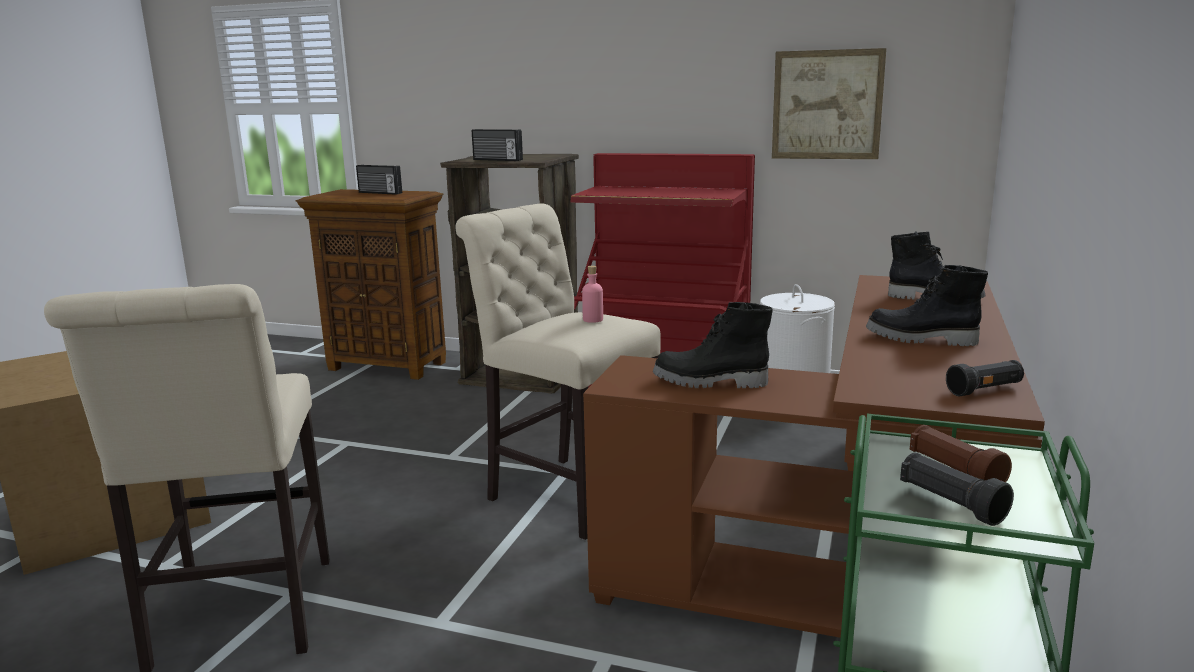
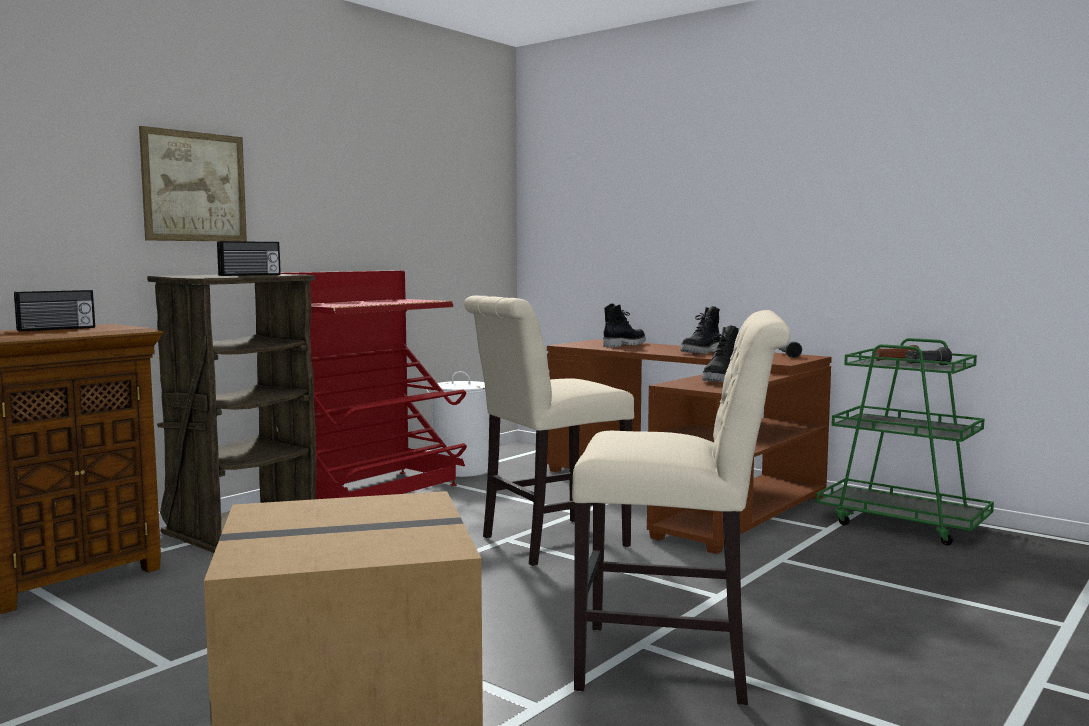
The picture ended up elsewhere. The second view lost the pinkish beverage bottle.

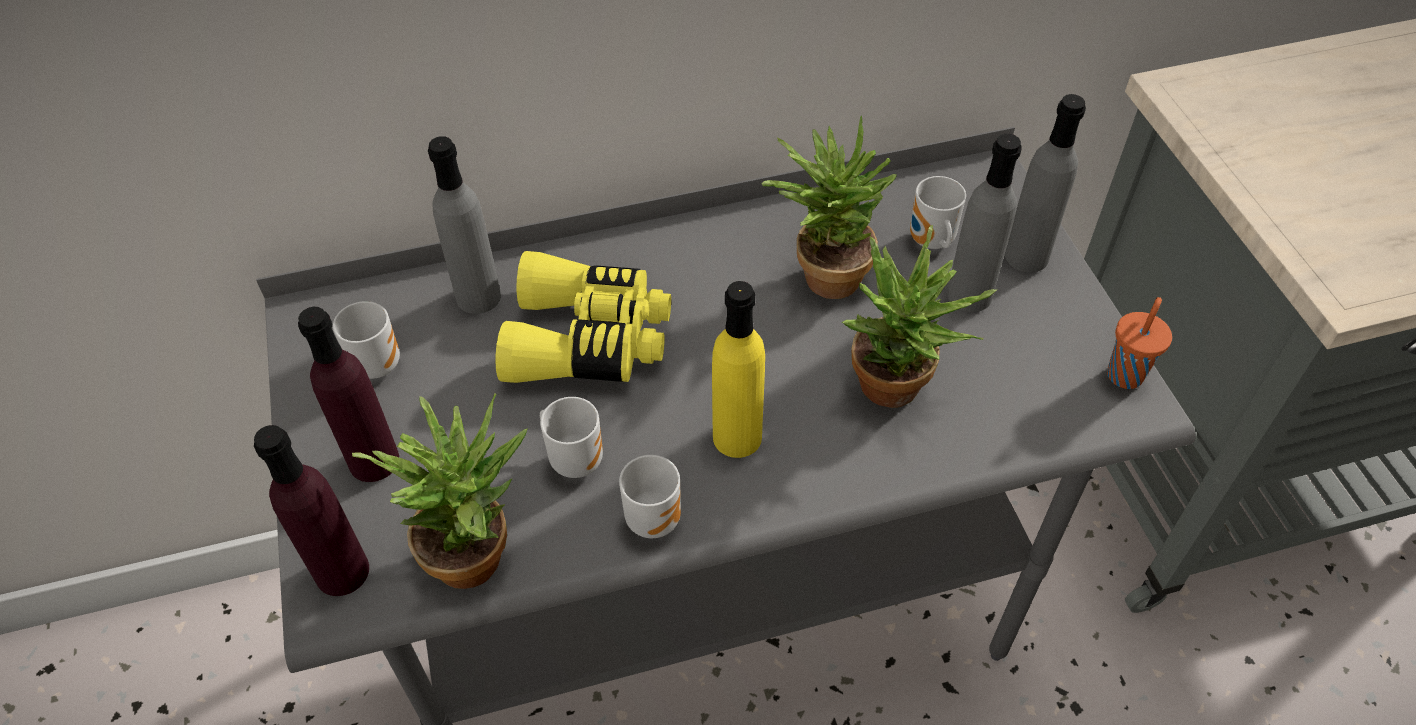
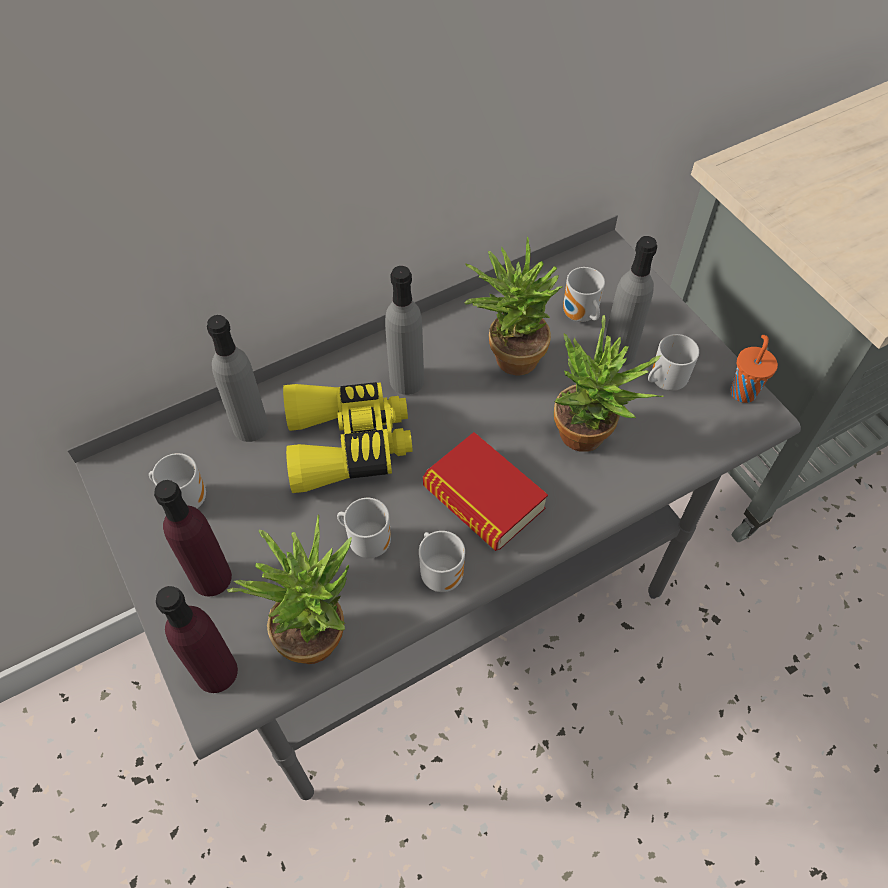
The gray beverage bottle (3rd from left in the first image) ended up elsewhere. Where the yellowish beverage bottle stood, the bound book came to stand. The second view gained the tea mug (5th from left).

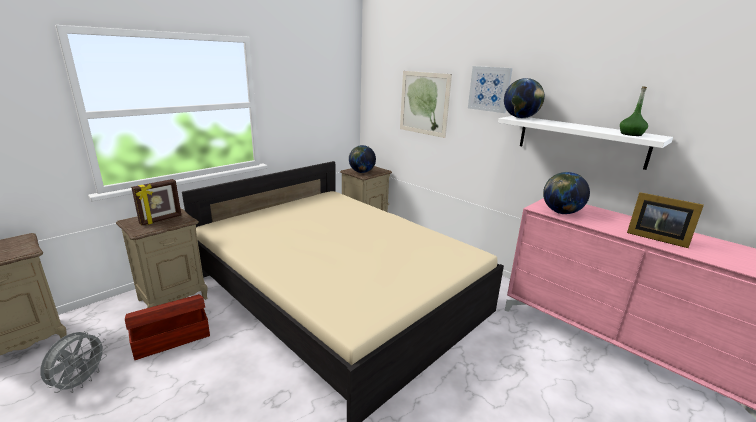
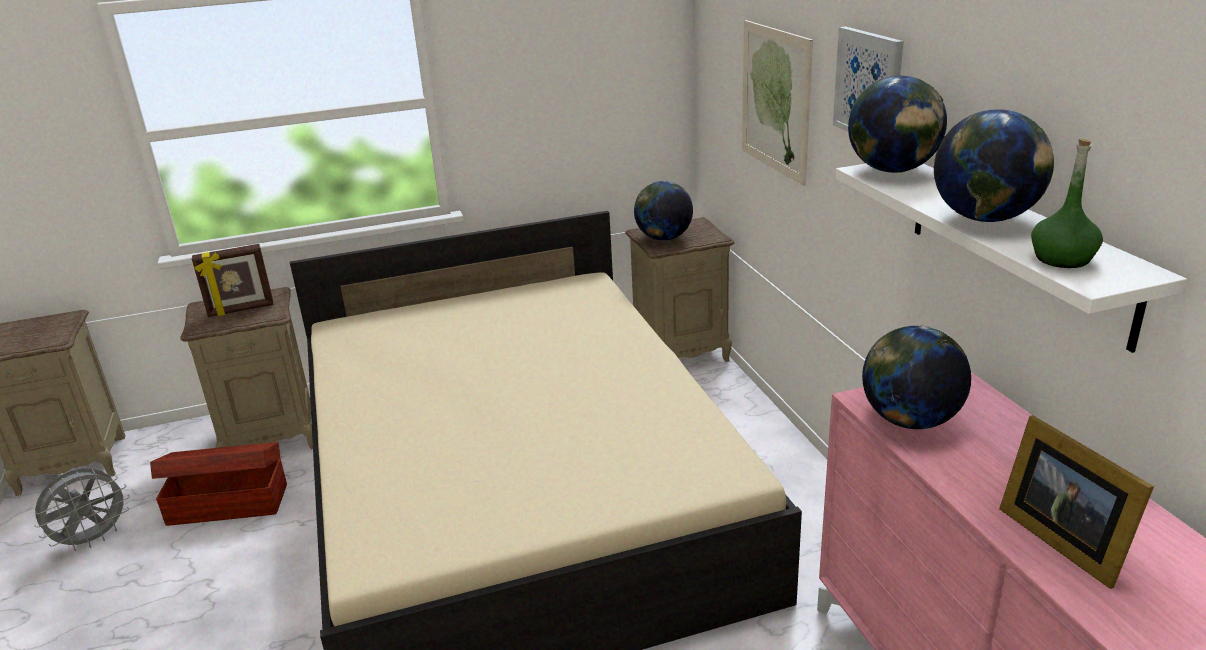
The second view gained the globe (4th from left).

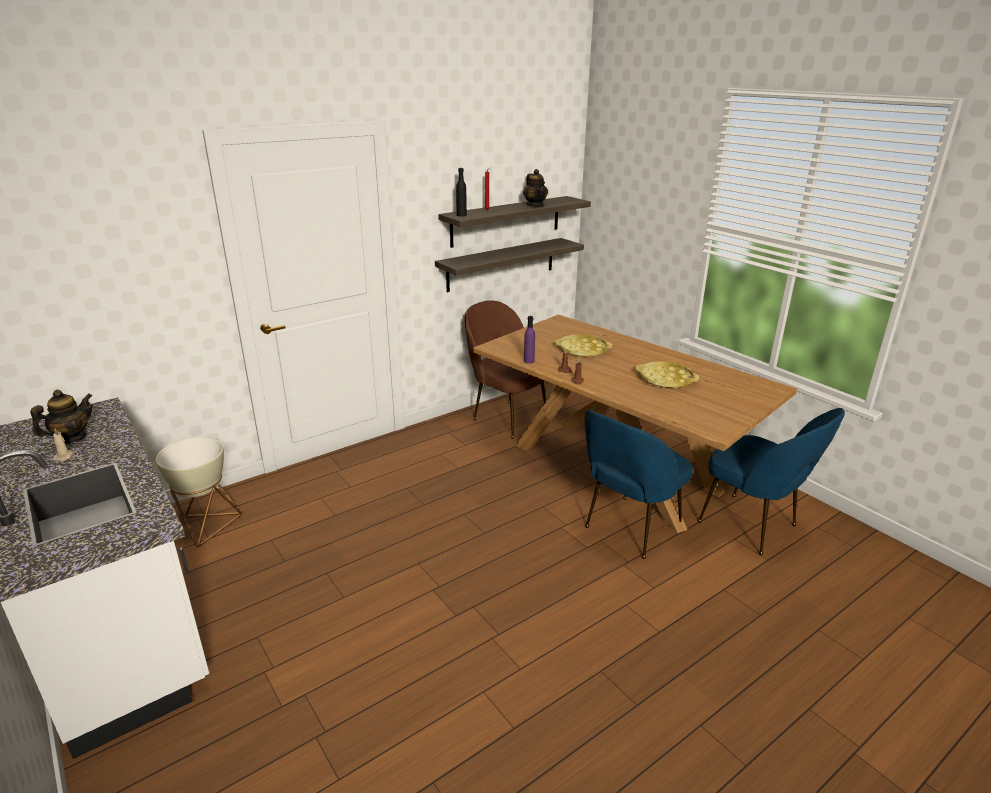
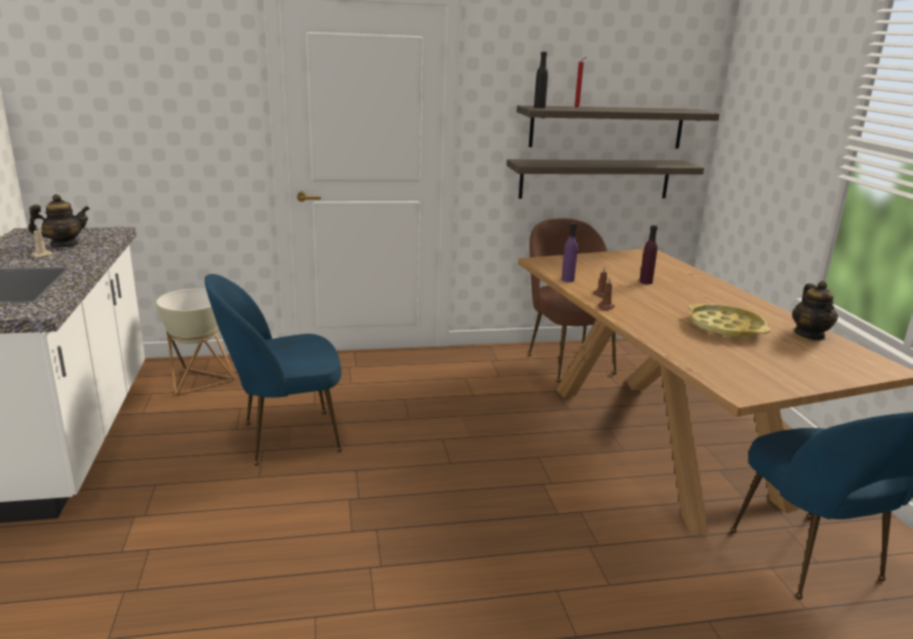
The bluish chair (1st from left) ended up elsewhere. Where the yellowish tray (1st from left) stood, the purple-coloured beverage bottle (2nd from left) came to stand. The pot for tea (2nd from left) ended up elsewhere.

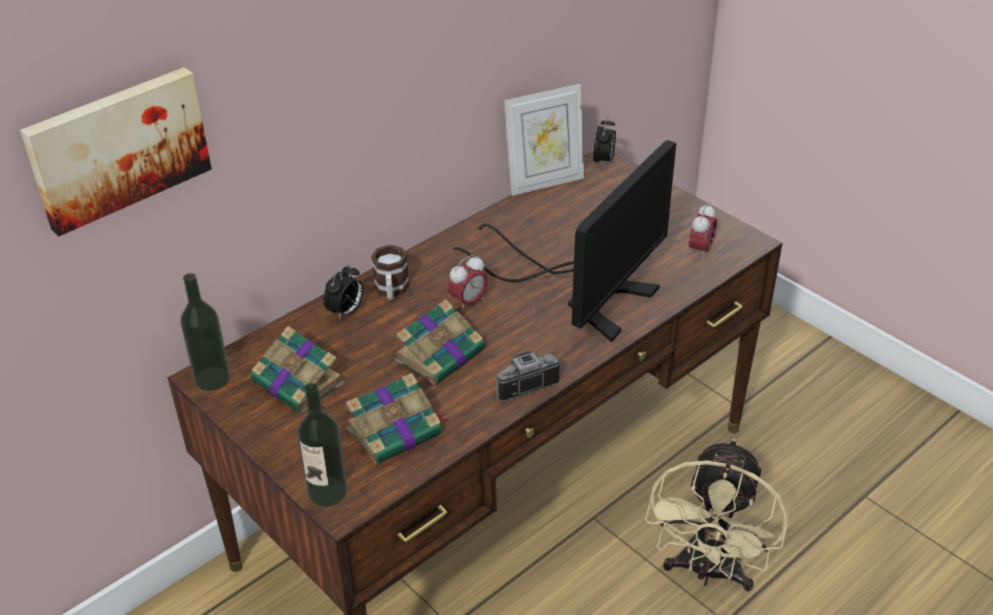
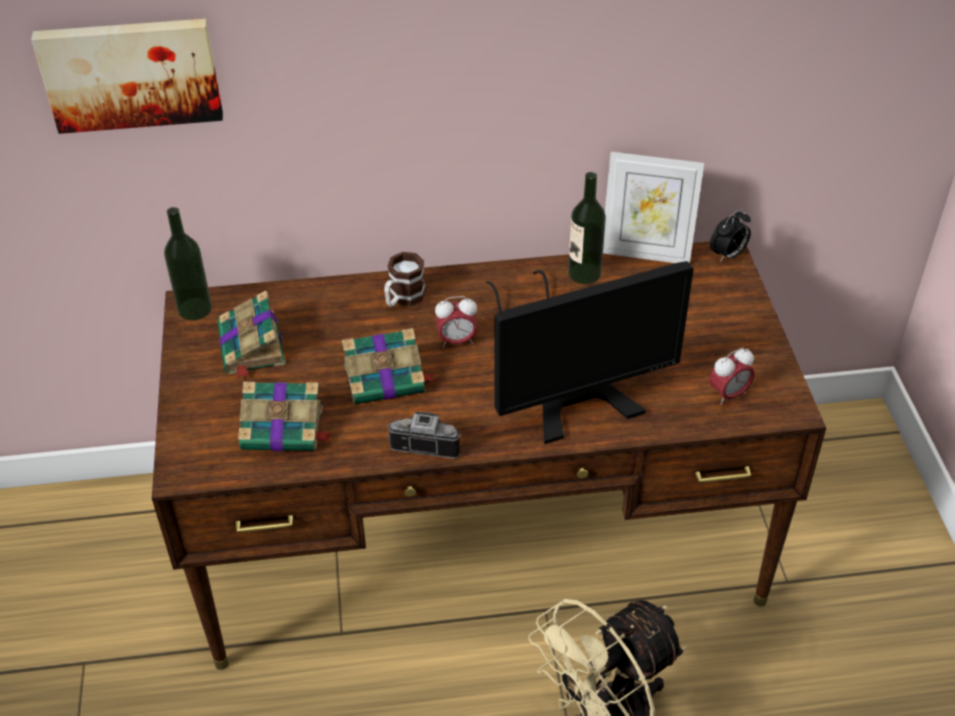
The beverage bottle (2nd from left) ended up elsewhere. The second view lost the table clock (1st from left).

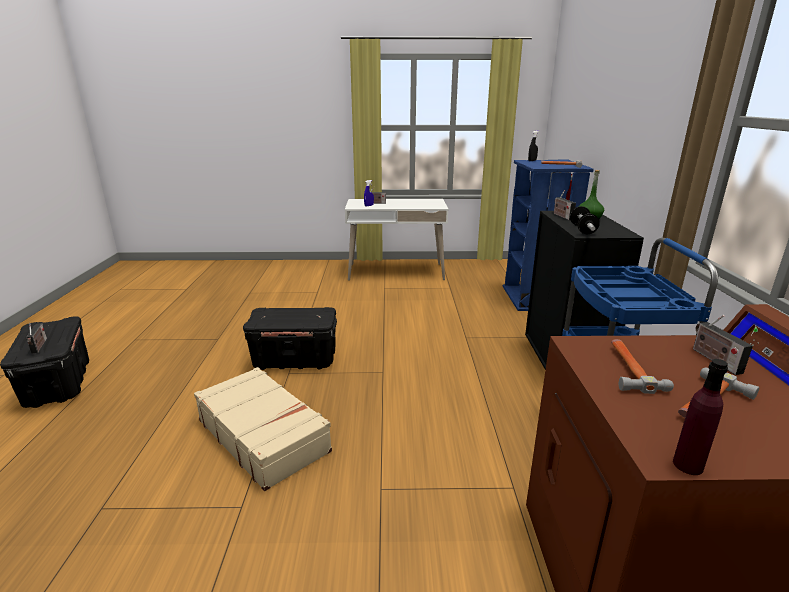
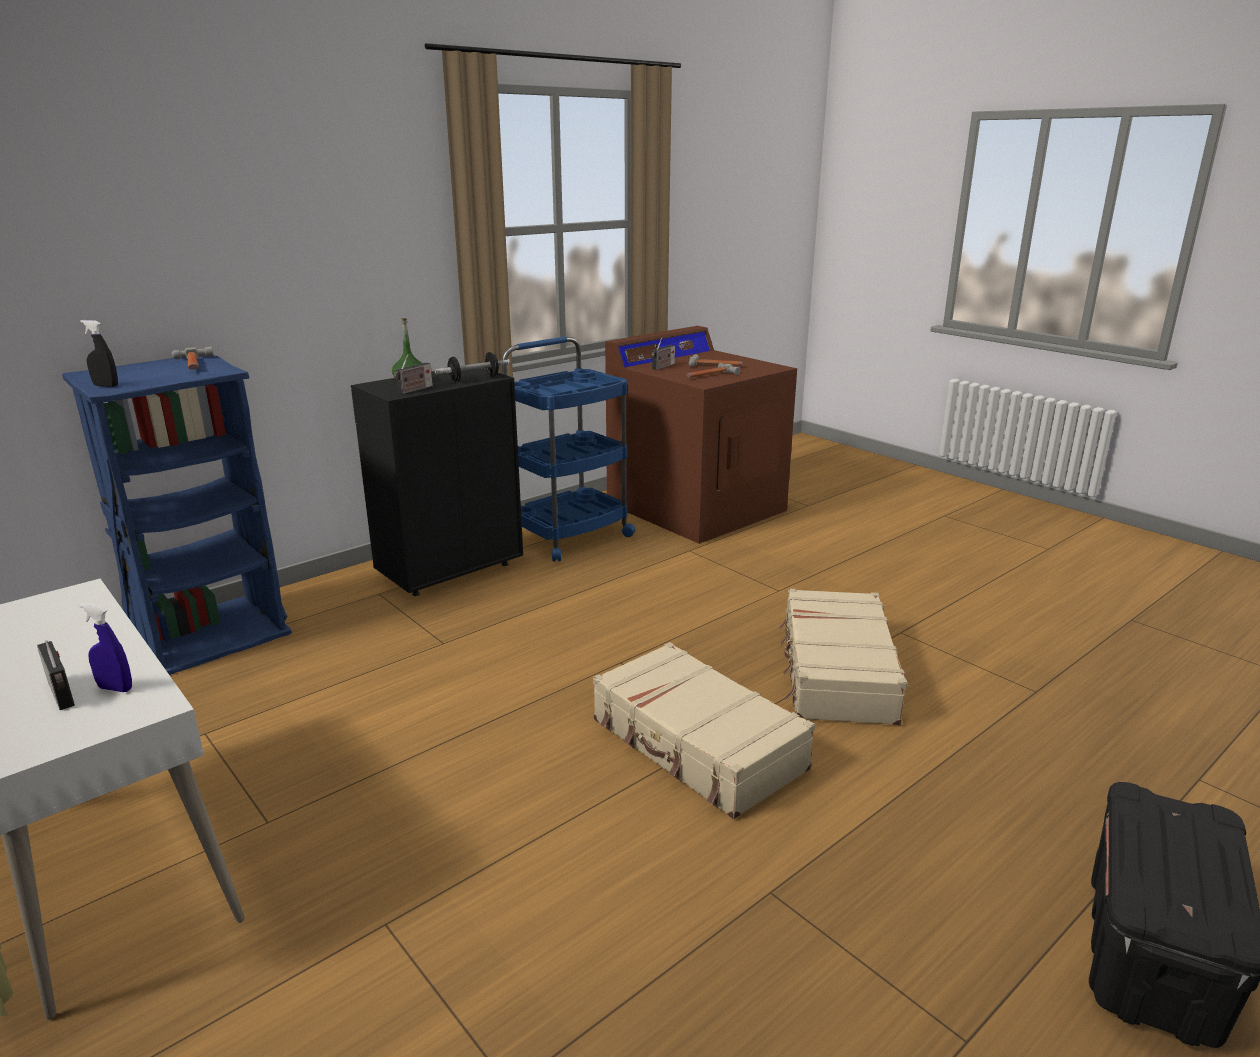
Where the black-coloured storage box (2nd from left) stood, the sand-coloured travel case (1st from left) came to stand. The second view lost the radio (1st from left). The second view lost the purple-coloured beverage bottle.

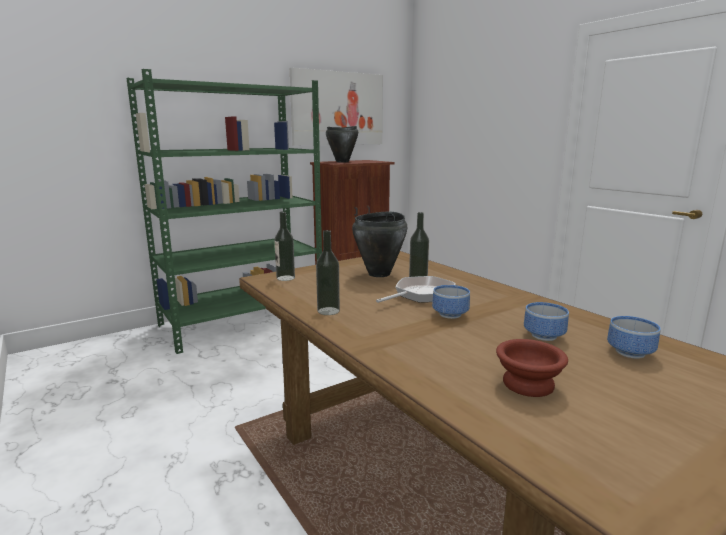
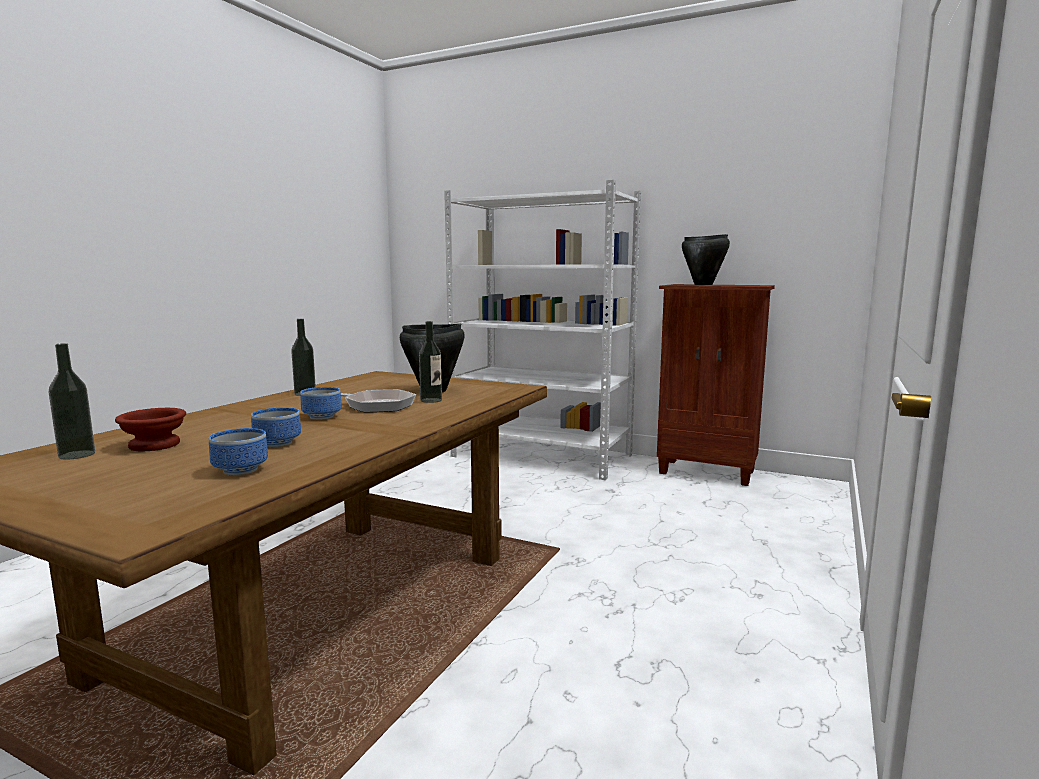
The beverage bottle (1st from left) ended up elsewhere. What was the green bookcase turned into the whitish bookcase. The second view lost the picture.

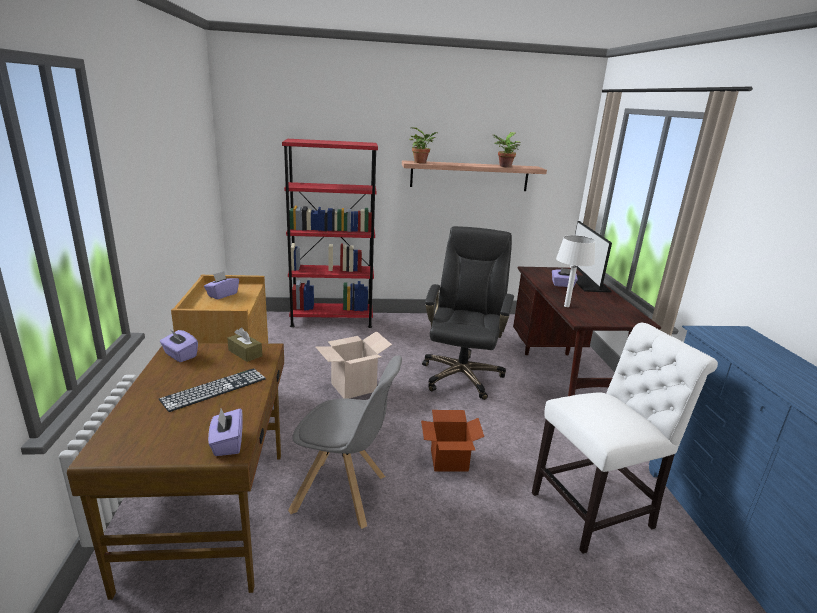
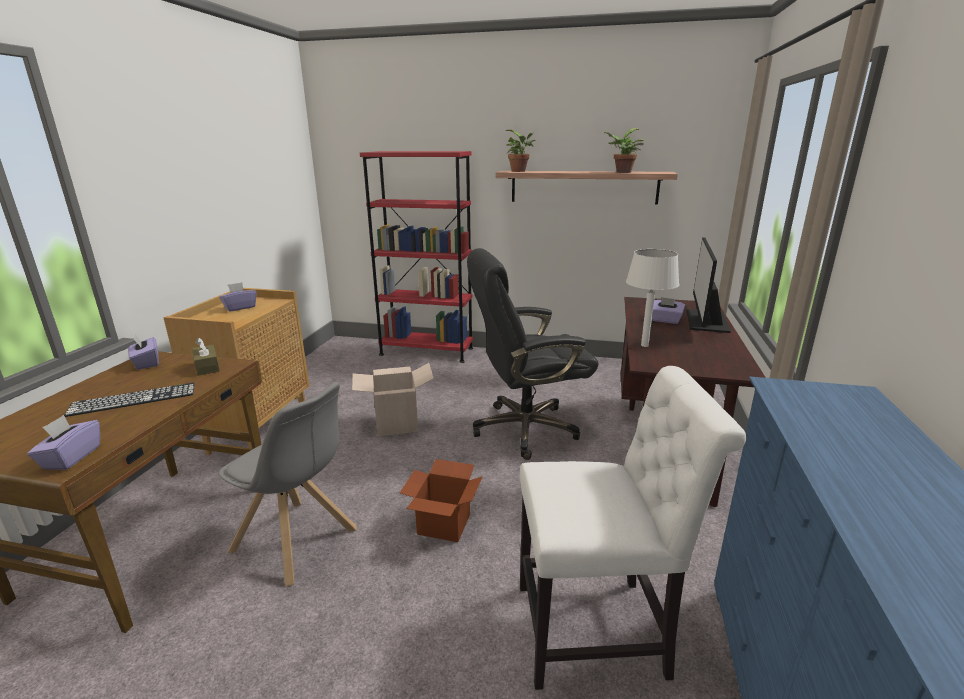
The black-coloured office chair ended up facing another way, 135 degrees counterclockwise from before.

